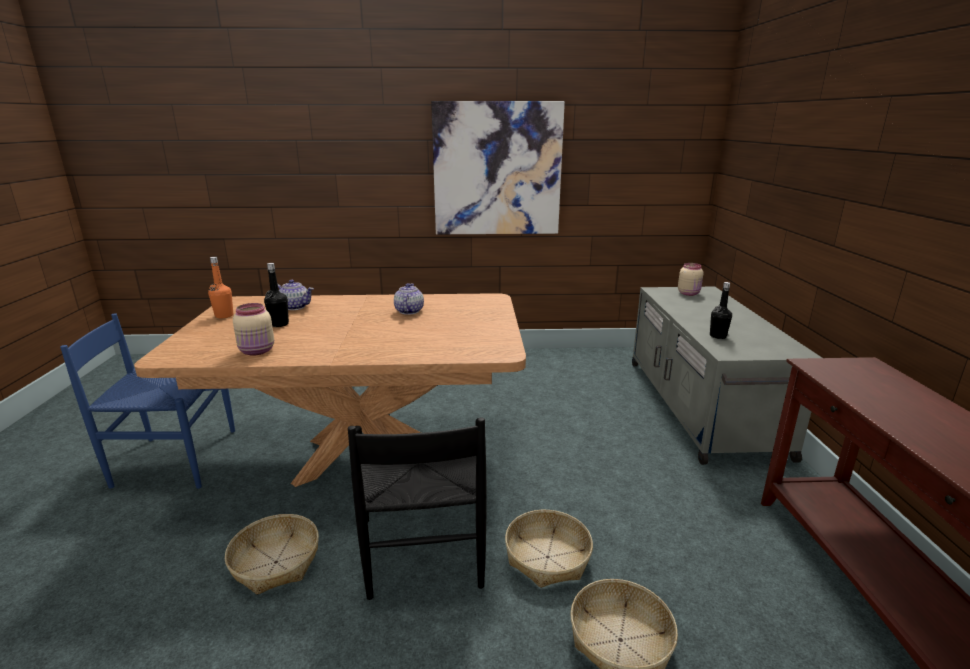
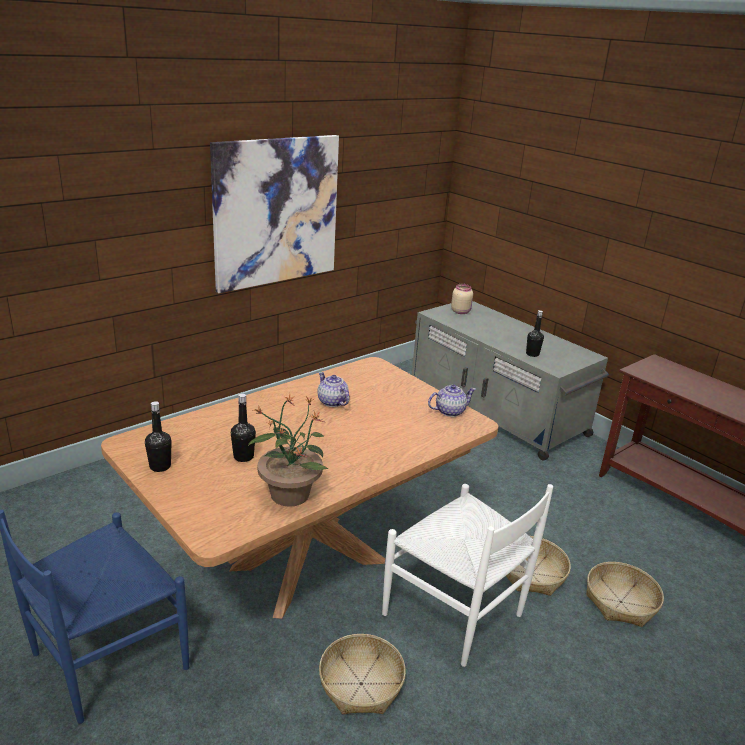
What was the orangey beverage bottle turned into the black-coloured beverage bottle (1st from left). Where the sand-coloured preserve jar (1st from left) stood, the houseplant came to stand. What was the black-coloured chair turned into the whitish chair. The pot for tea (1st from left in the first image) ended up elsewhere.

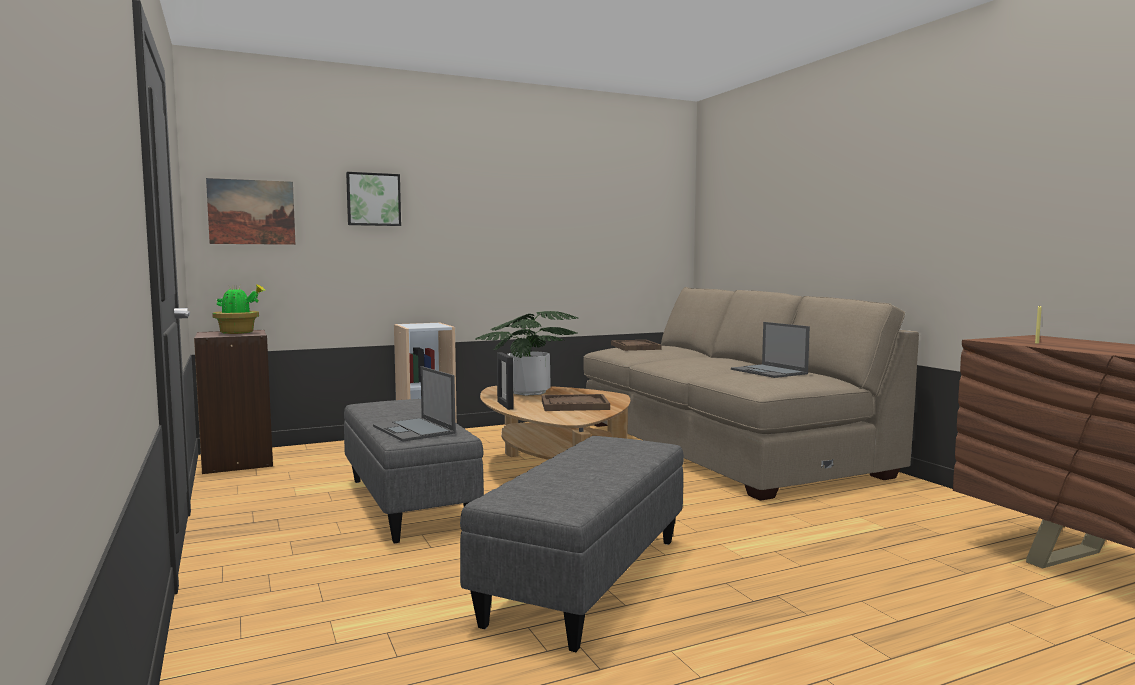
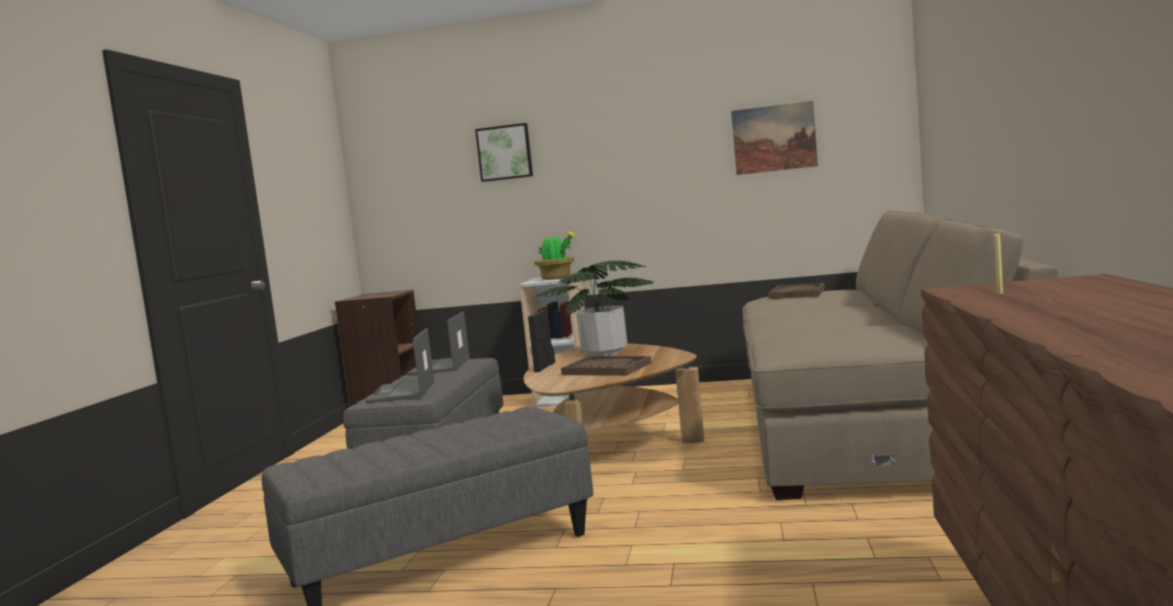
The notebook computer (2nd from left) ended up elsewhere. The houseplant (1st from left) ended up elsewhere. The picture (1st from left in the first image) ended up elsewhere.

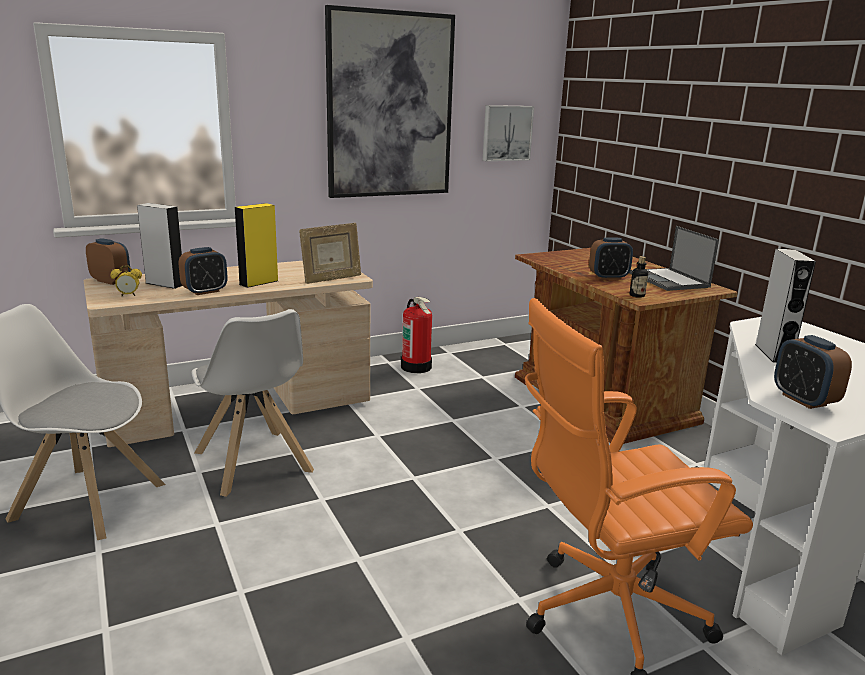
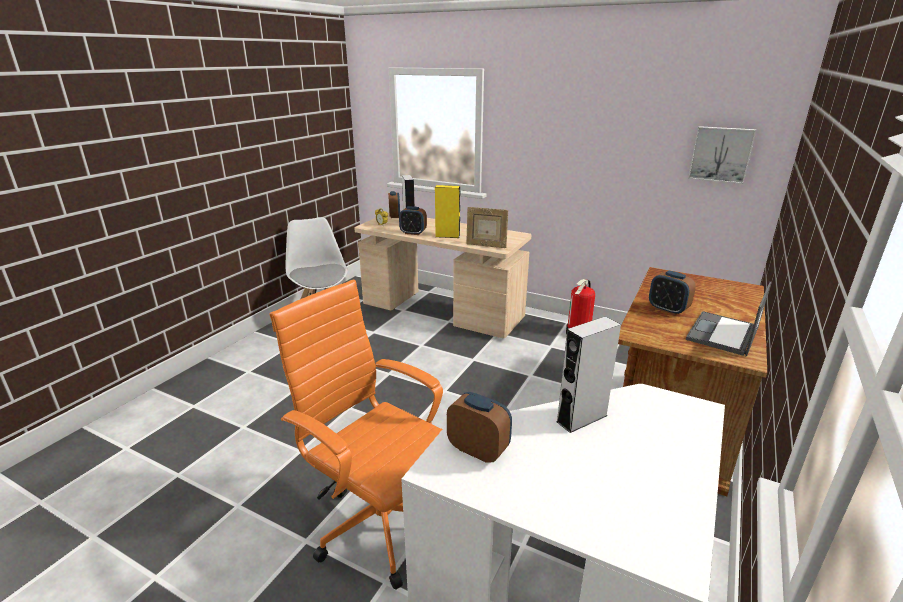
The table clock (5th from left in the first image) ended up facing another way, 90 degrees clockwise from before. The second view lost the chair (2nd from left). The second view lost the picture (1st from left). The second view lost the beverage bottle.

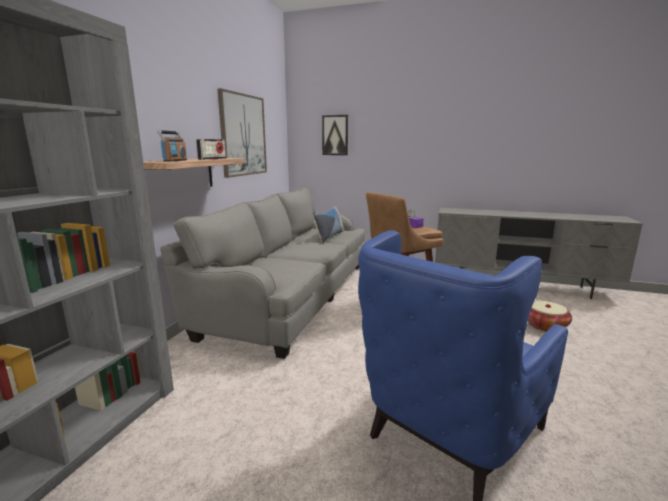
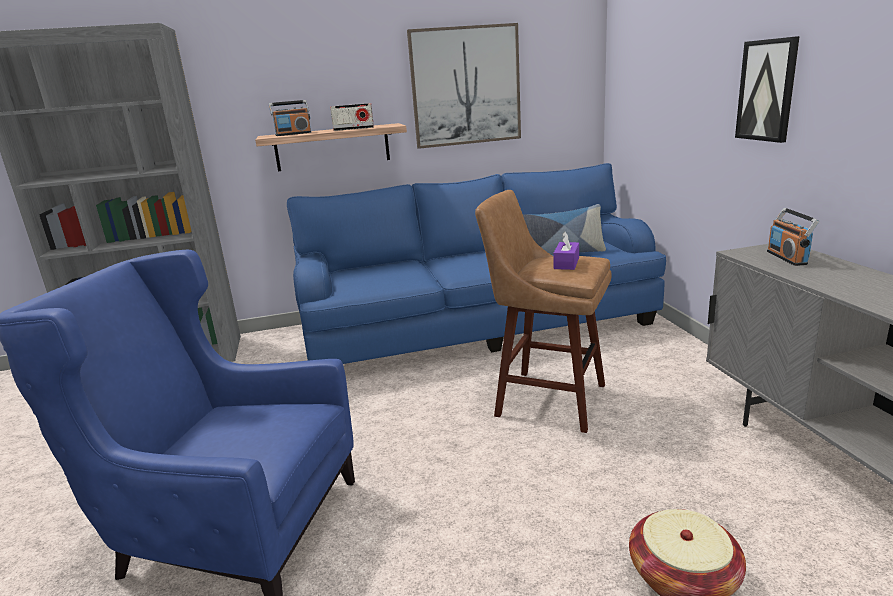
What was the gray couch turned into the bluish couch. The picture (2nd from left) ended up elsewhere. The second view gained the radio (3rd from left).

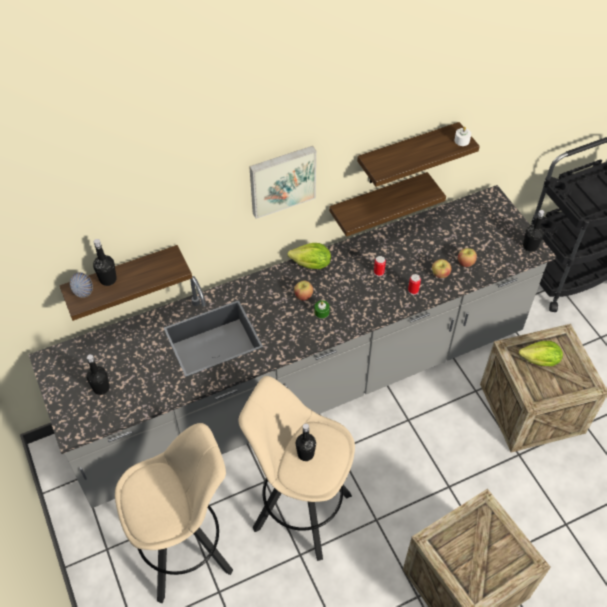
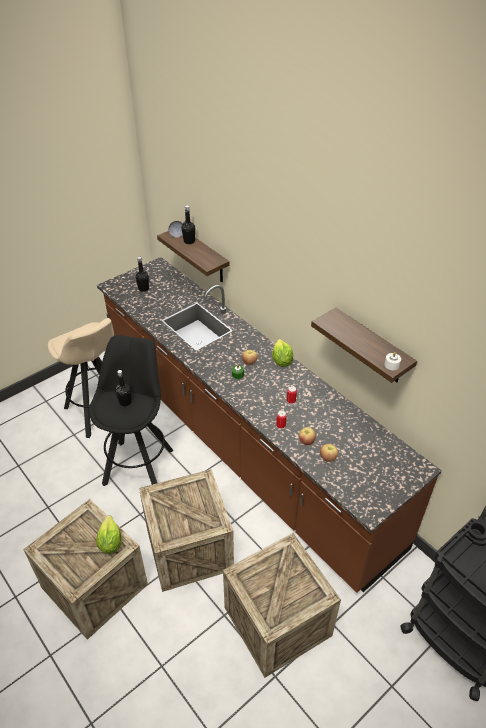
What was the sand-coloured stool (2nd from left) turned into the black-coloured stool. The lettuce (2nd from left in the first image) ended up elsewhere. What was the gray kitchen counter turned into the brown kitchen counter. The second view gained the shipping crate (2nd from left). The second view lost the picture. The second view lost the shelf (2nd from left). The second view lost the black-coloured beverage bottle (4th from left).

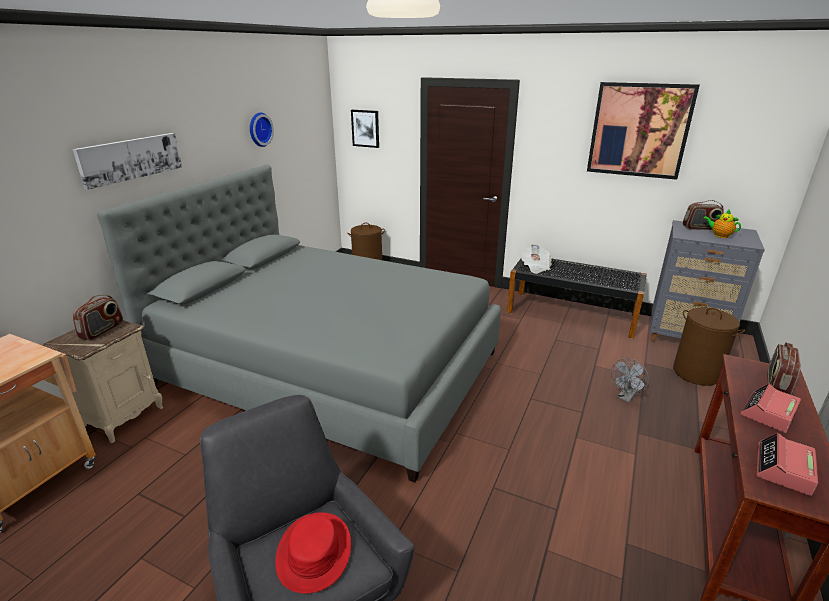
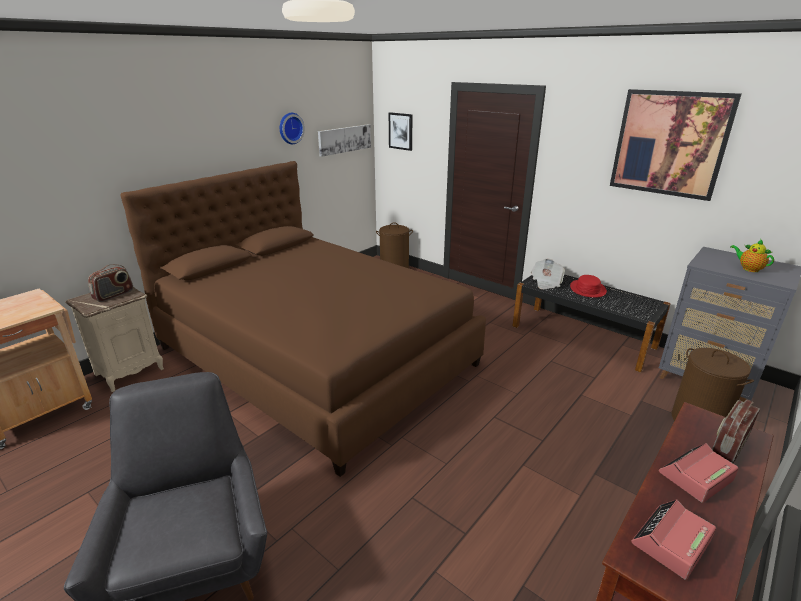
What was the gray sleeping bed turned into the brown sleeping bed. The picture (1st from left) ended up elsewhere. The reddish hat ended up elsewhere. The second view lost the gray electric fan. The second view lost the radio (2nd from left).

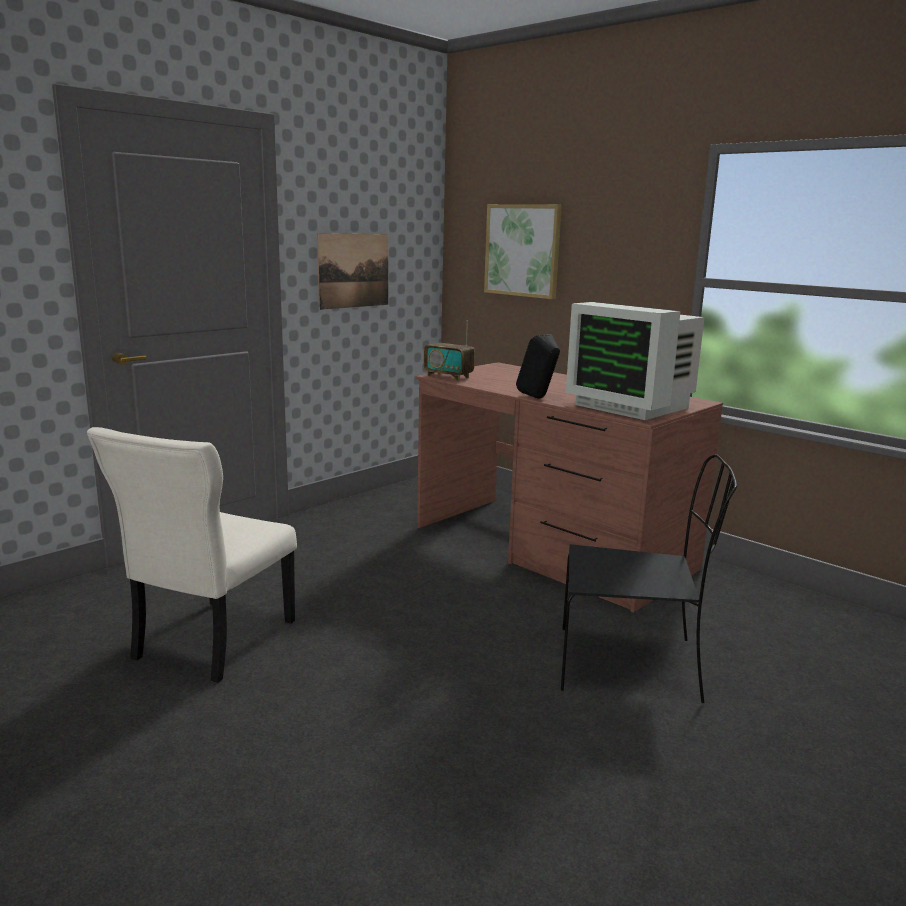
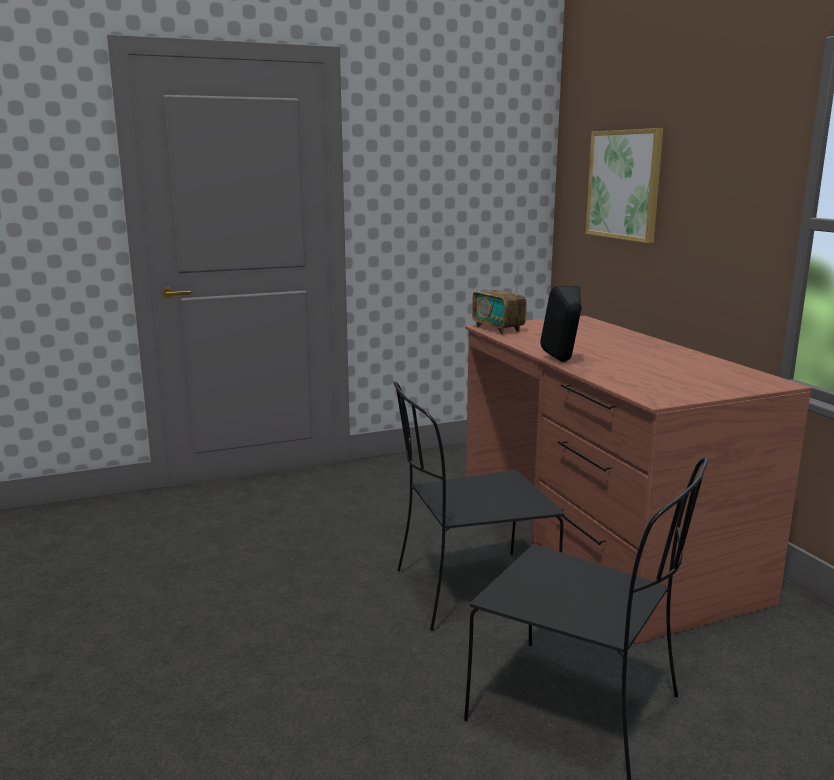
The second view gained the black-coloured chair (1st from left). The second view lost the sand-coloured chair. The second view lost the picture (1st from left). The second view lost the computer display.

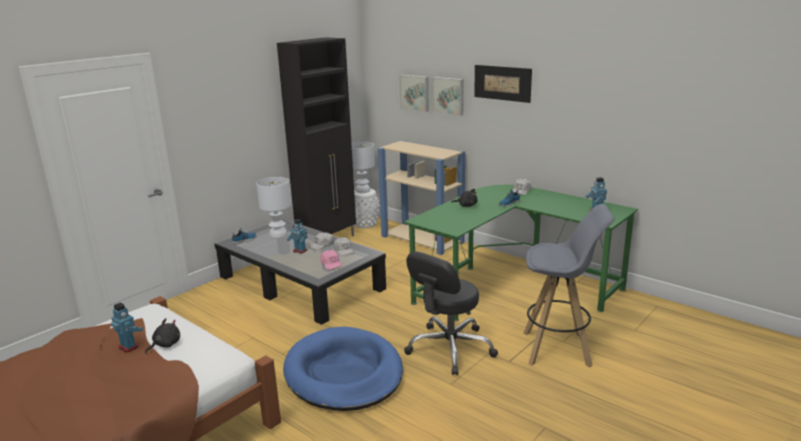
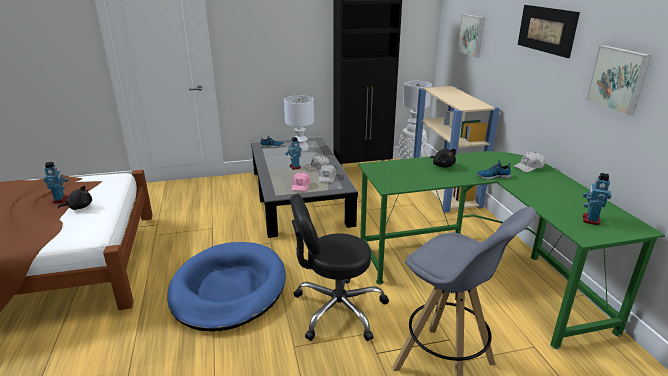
The picture (2nd from left in the first image) ended up elsewhere.

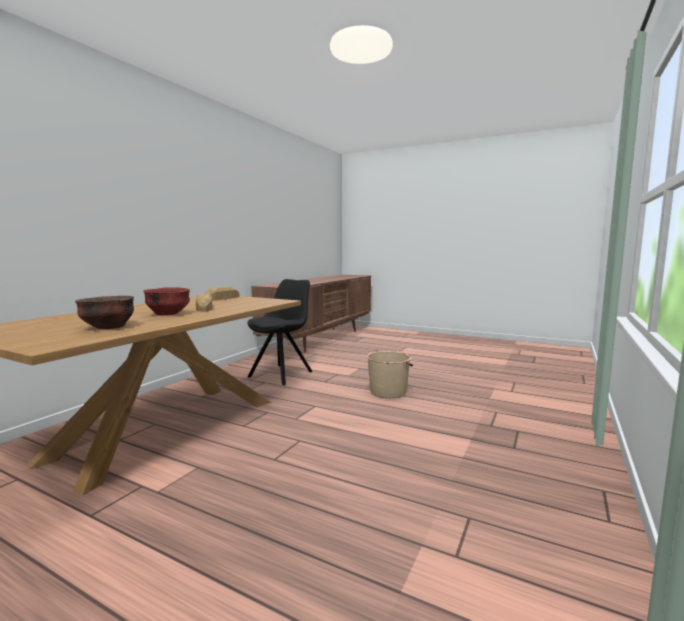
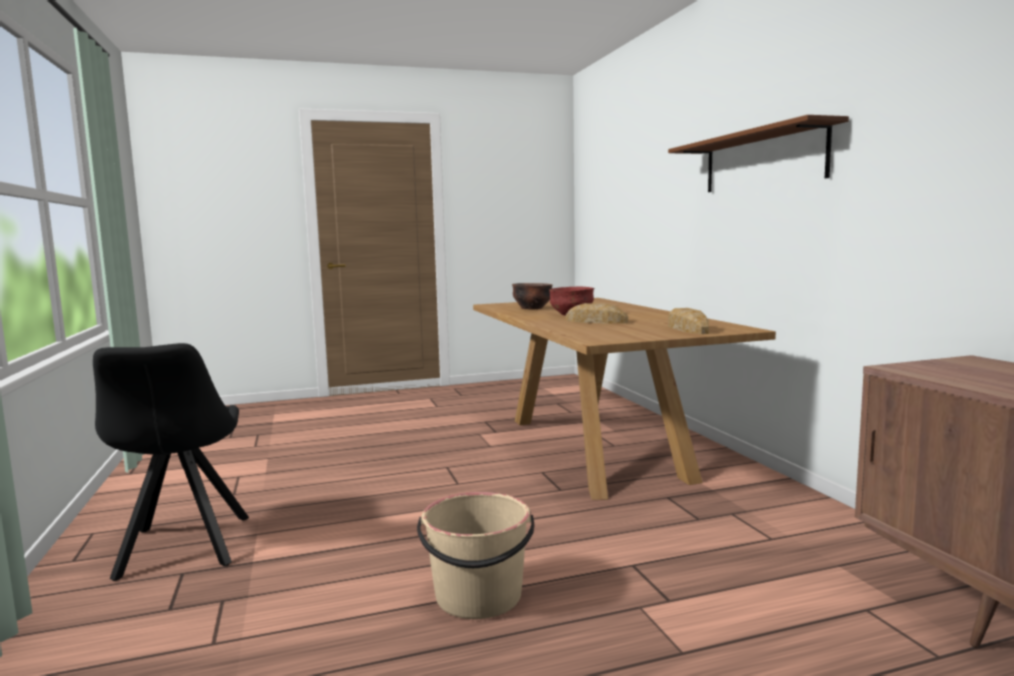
The black-coloured chair ended up elsewhere. The second view gained the brown shelf.

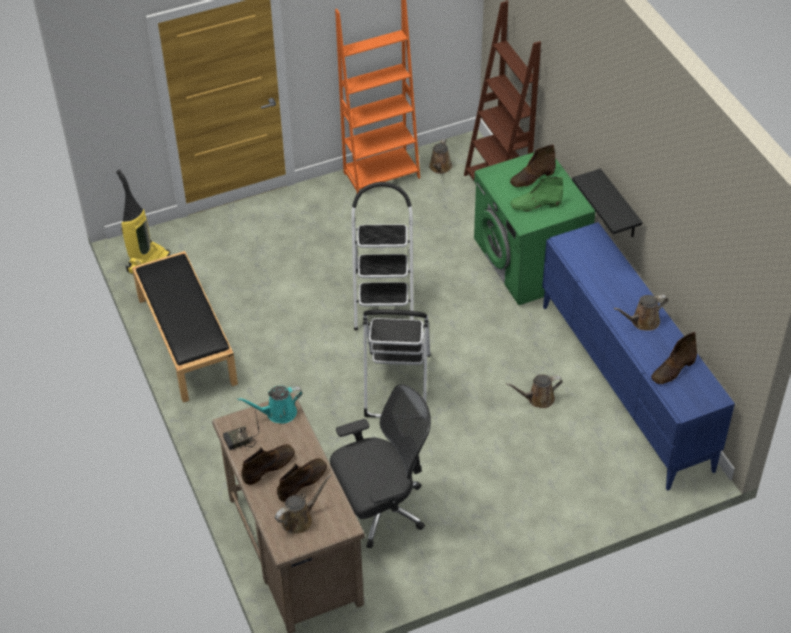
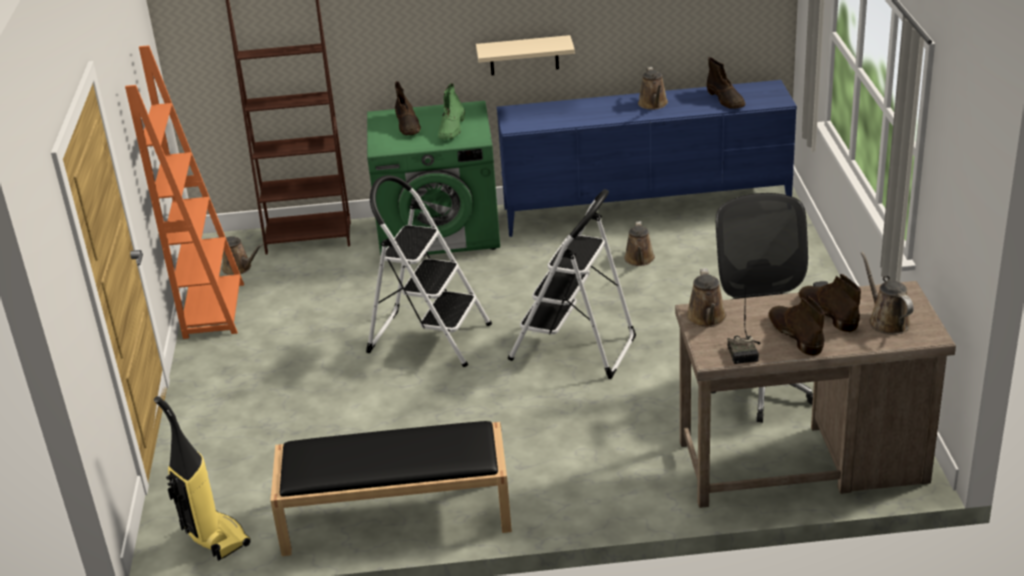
What was the black-coloured shelf turned into the sand-coloured shelf. What was the blue-green watering can turned into the brown watering can (4th from left).

